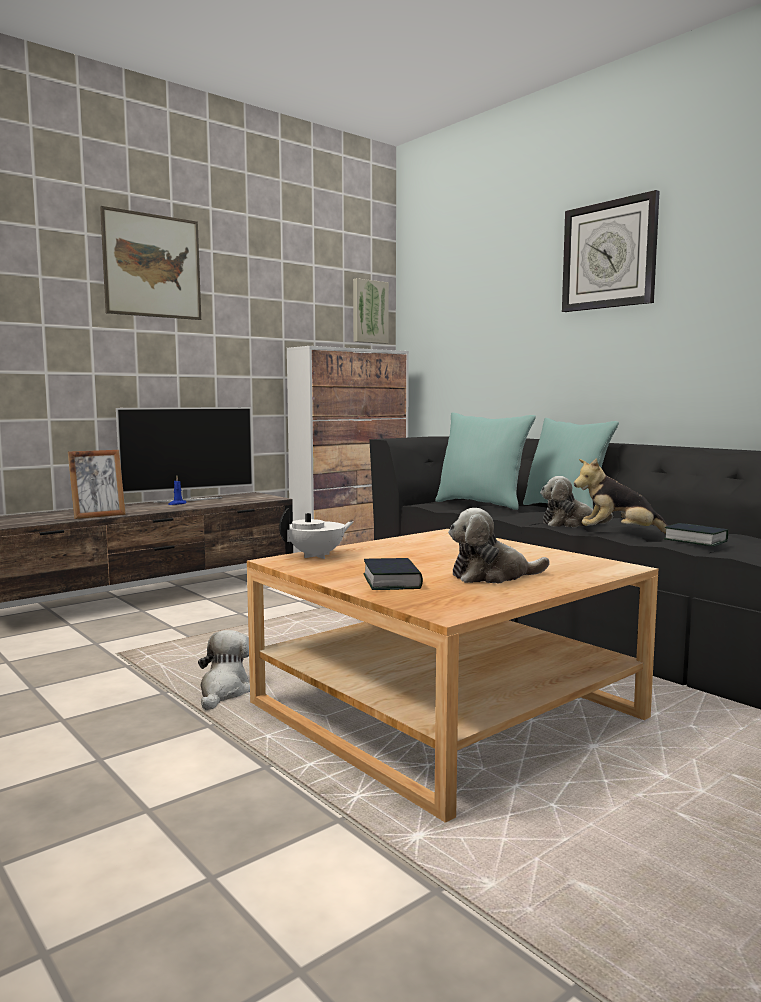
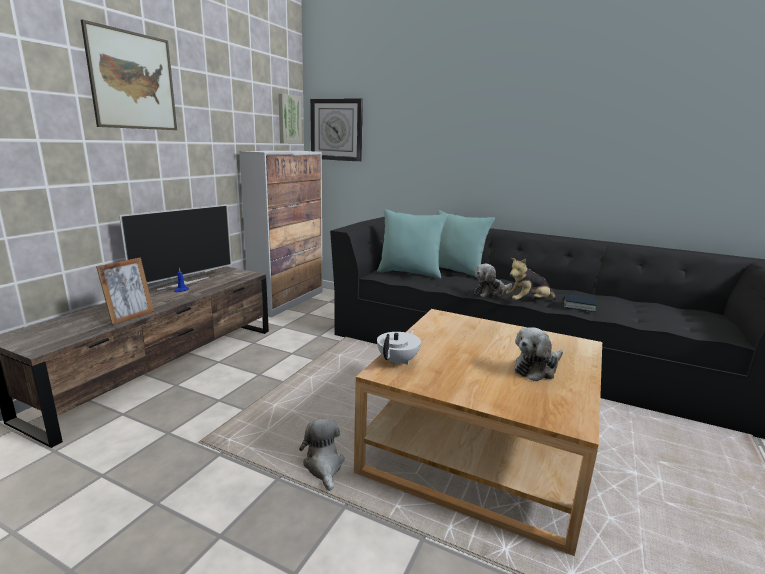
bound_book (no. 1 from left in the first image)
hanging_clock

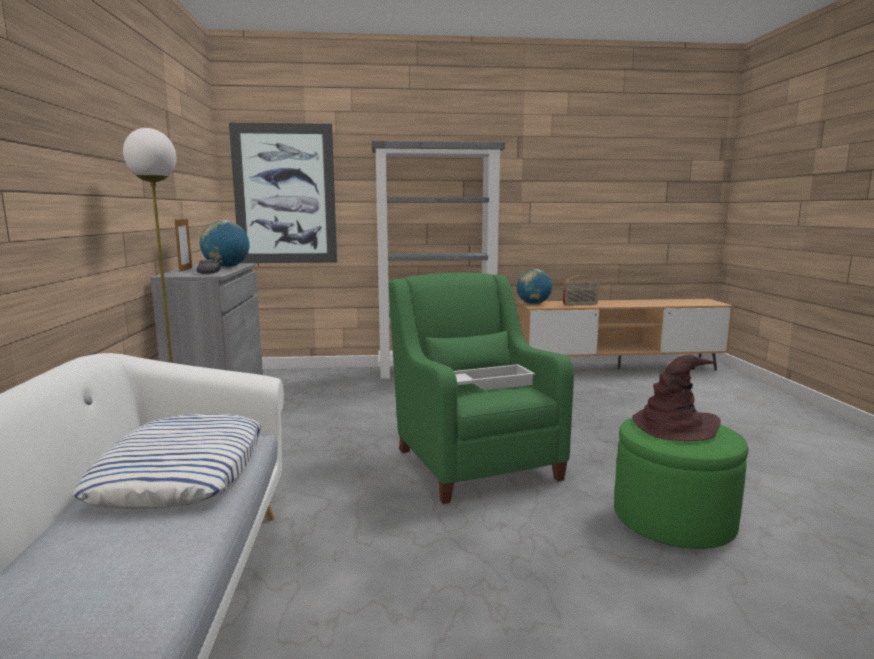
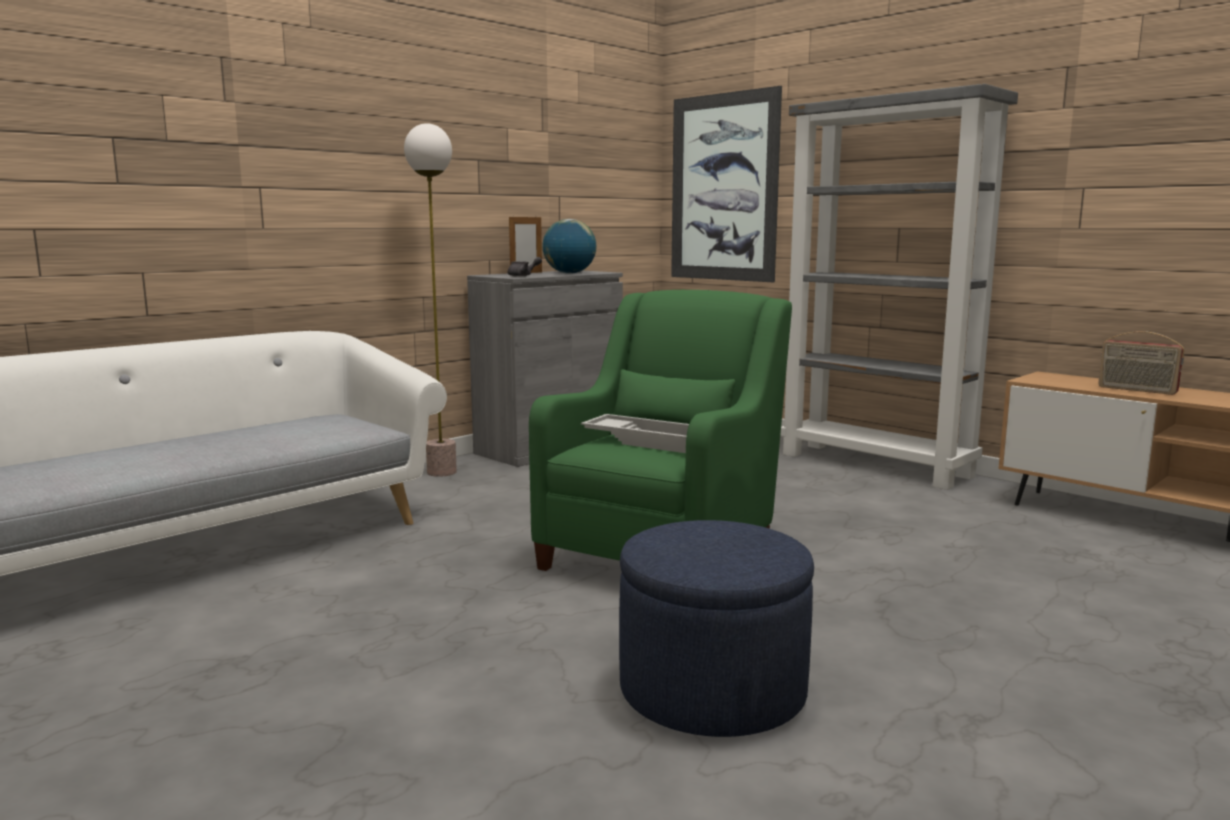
throw_pillow
world_globe (no. 2 from left in the first image)
brownish_hat
blue_footrest

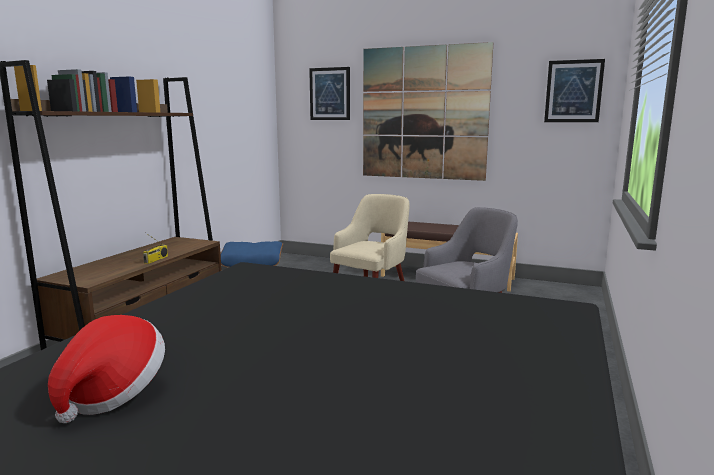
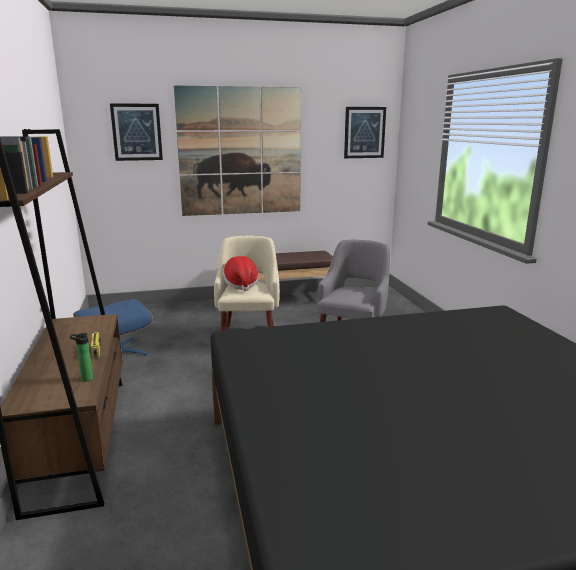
drink_bottle
hat

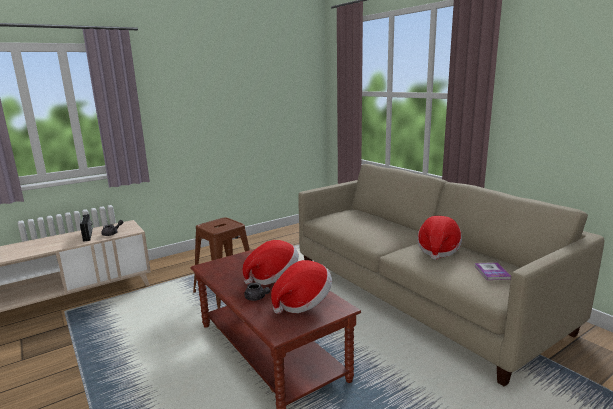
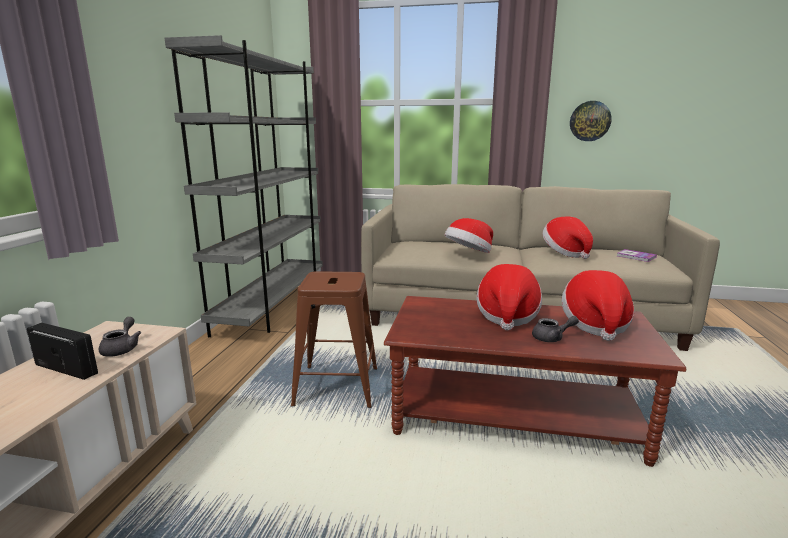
grey_bookcase
hat (no. 1 from left)
hanging_clock

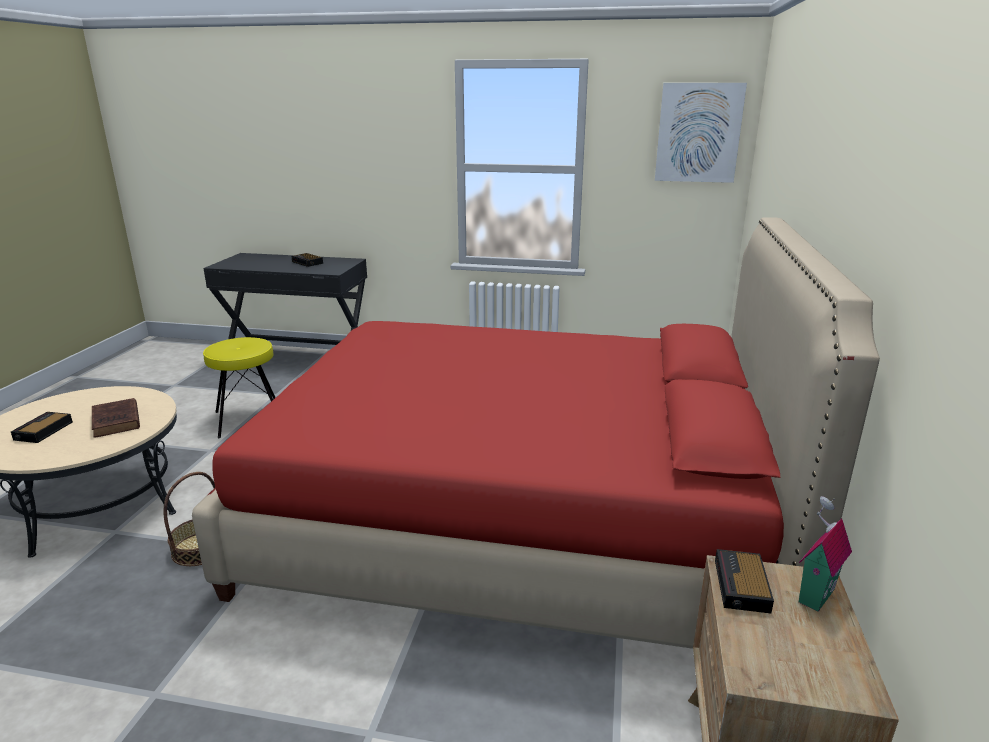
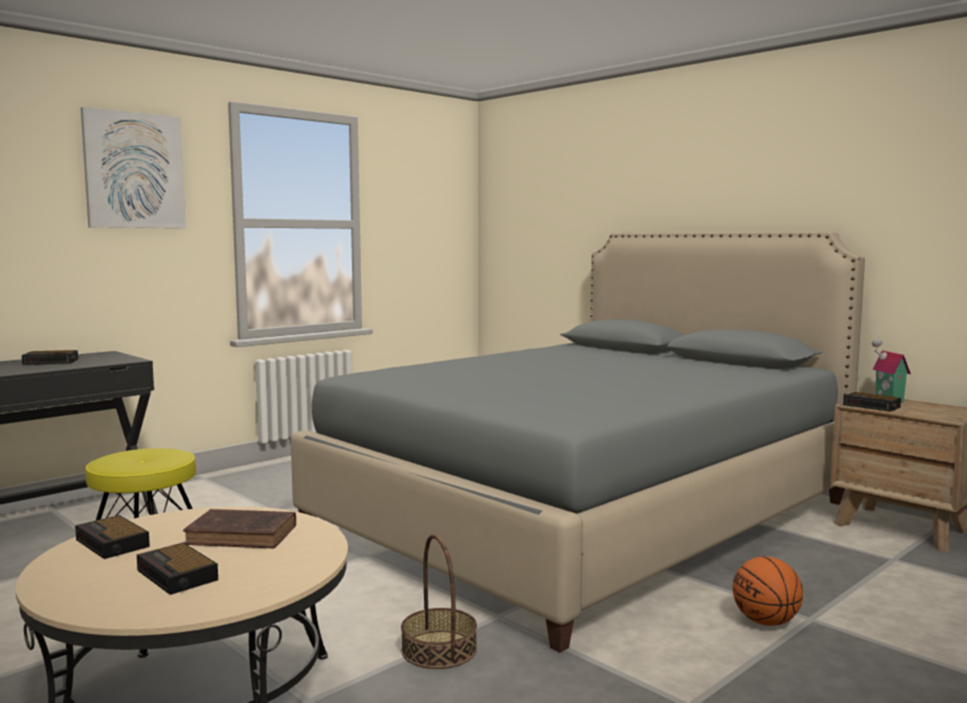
alarm_clock (no. 2 from left)
ball_for_basketball
picture
grey_bedroom_bed

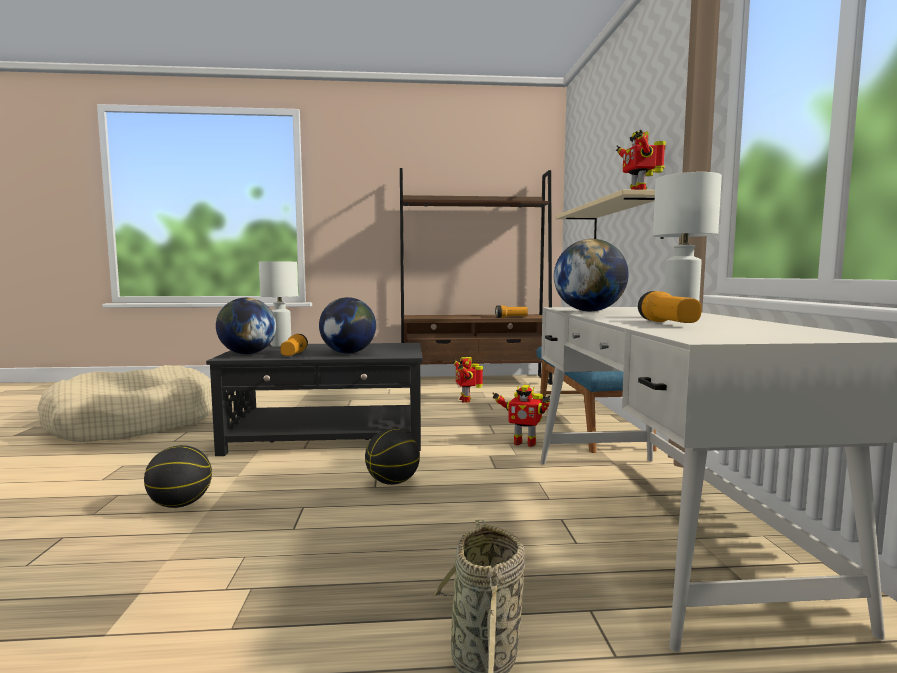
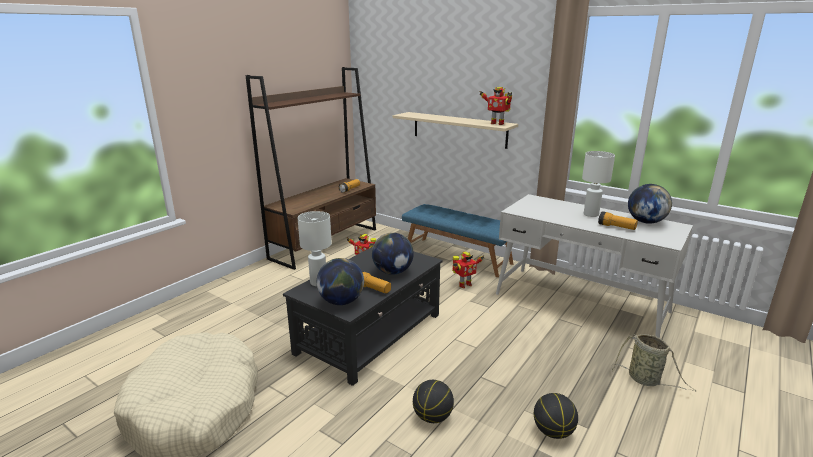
ball_for_basketball (no. 2 from left)
world_globe (no. 3 from left)

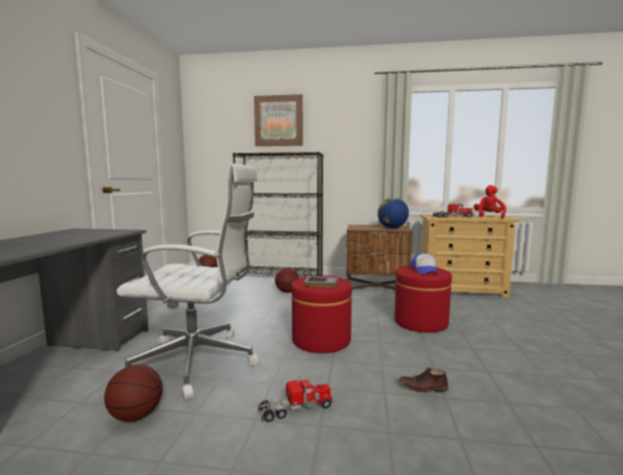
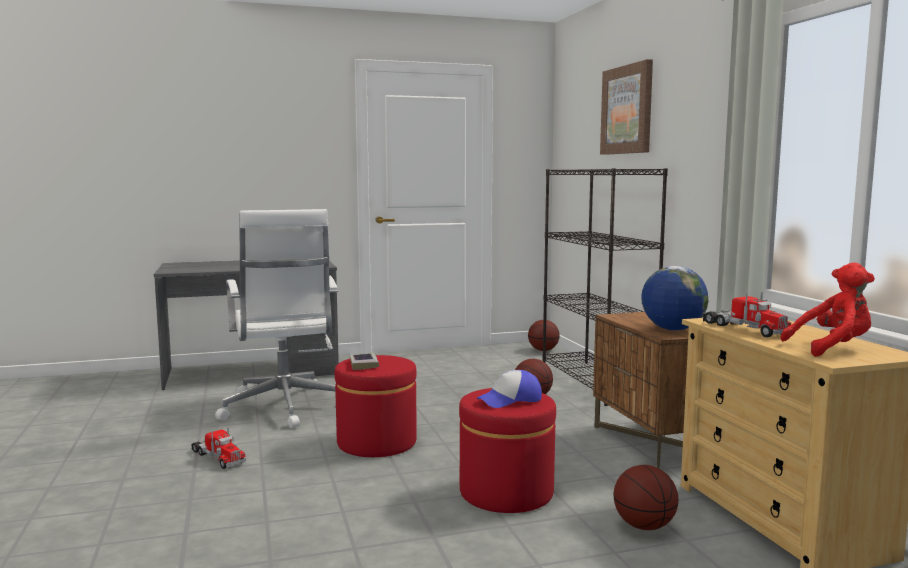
brownish_shoe
ball_for_basketball (no. 3 from left)

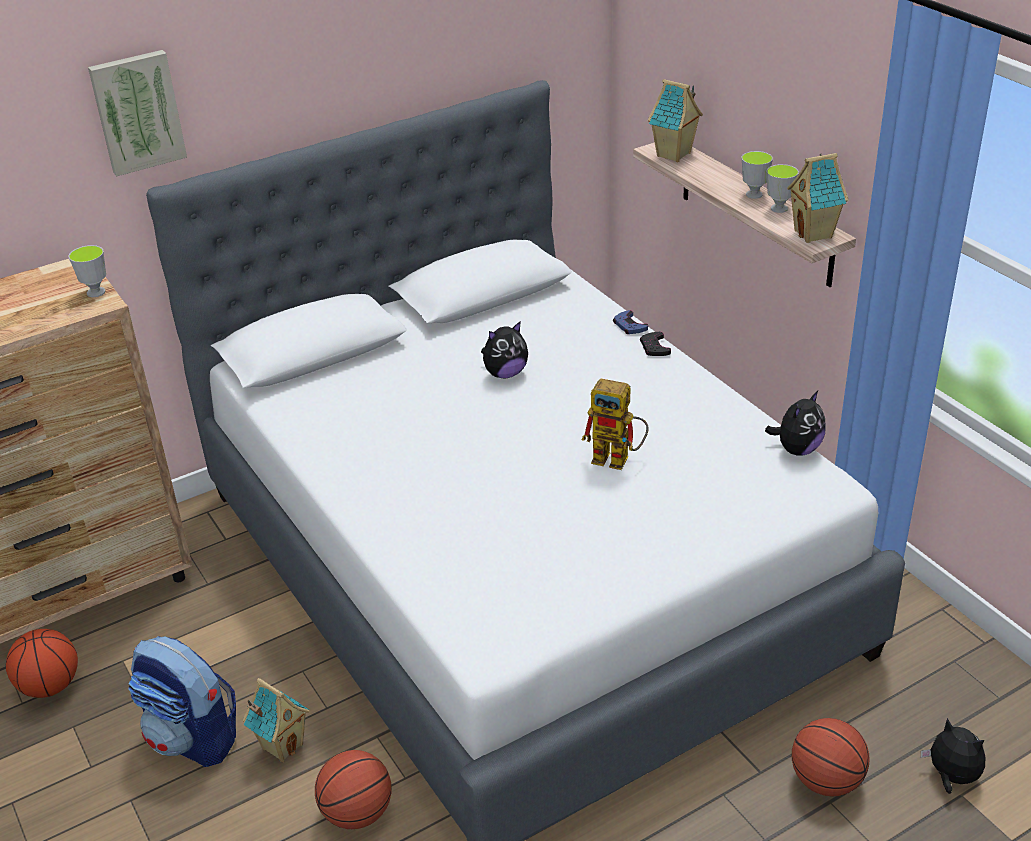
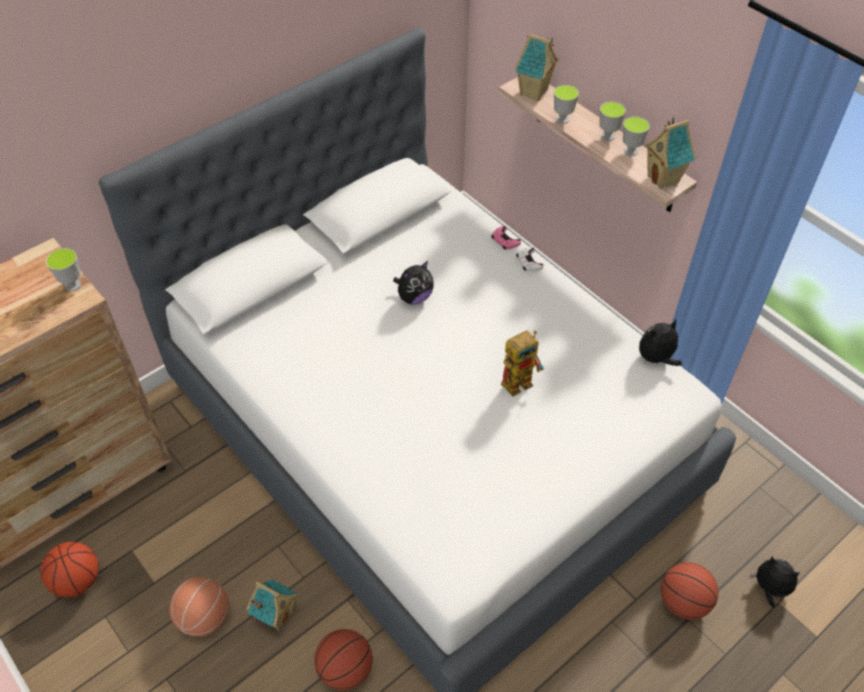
picture
small_cup (no. 2 from left)
ball_for_basketball (no. 2 from left)
pink_gamepad
whitish_gamepad
model_robot
plush_toy (no. 2 from left)

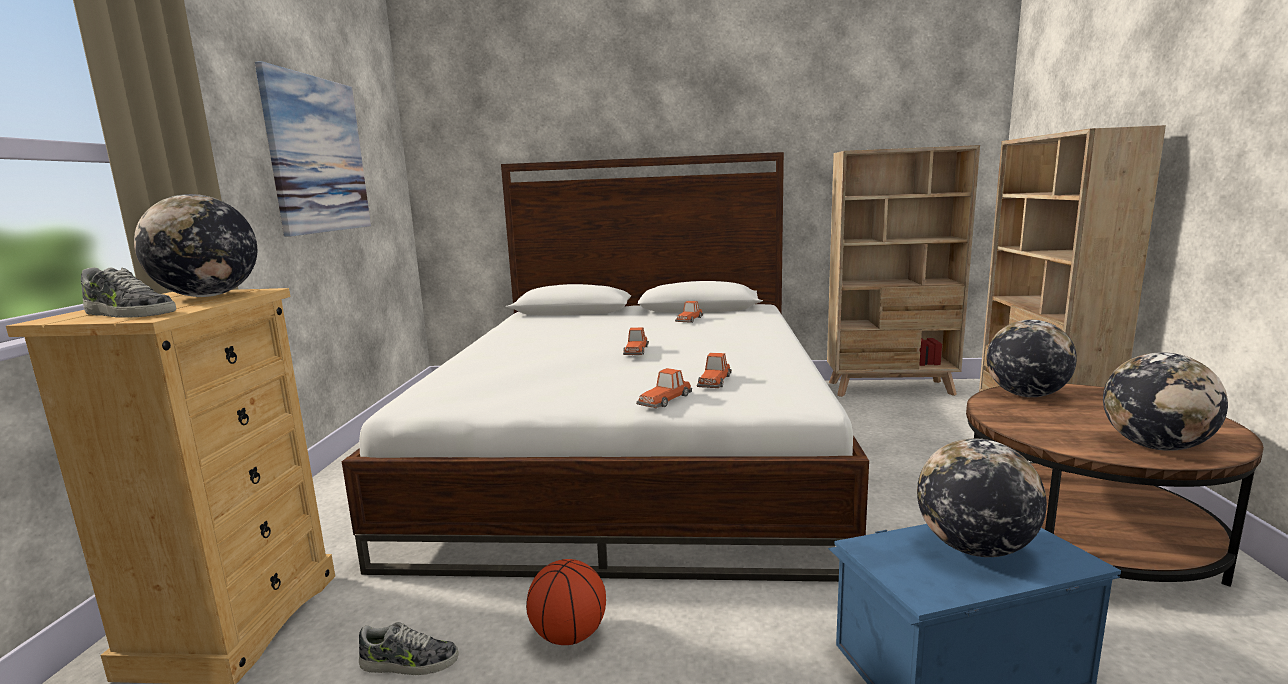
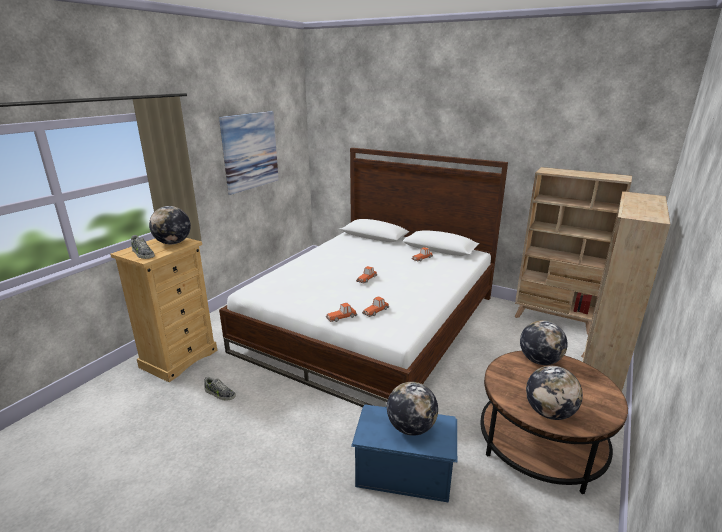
ball_for_basketball

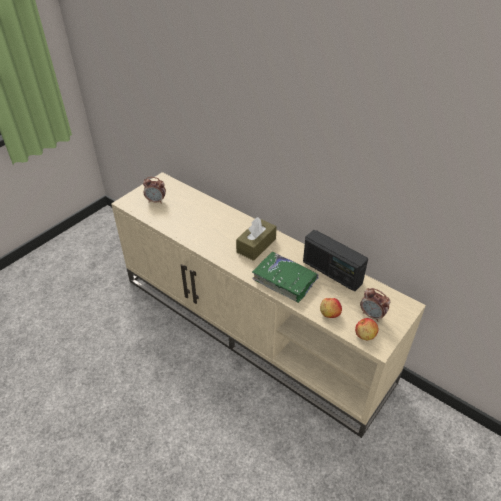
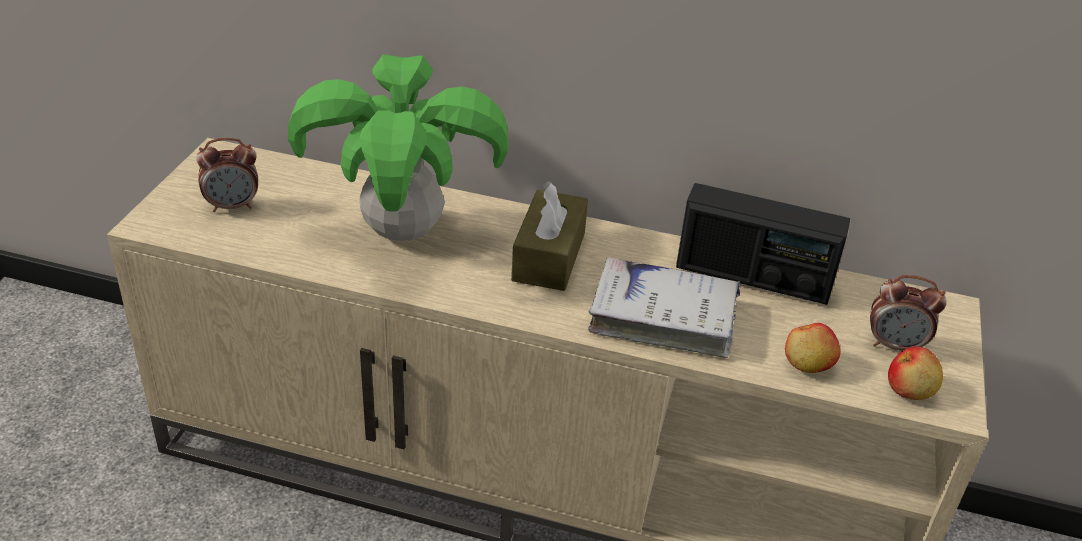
houseplant
whitish_bound_book

